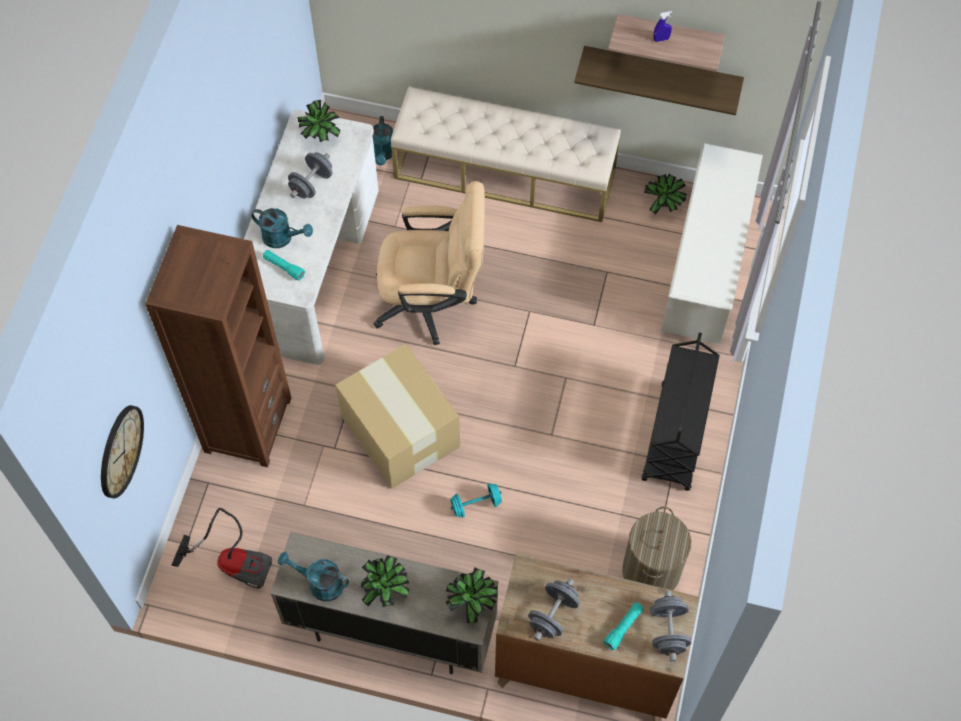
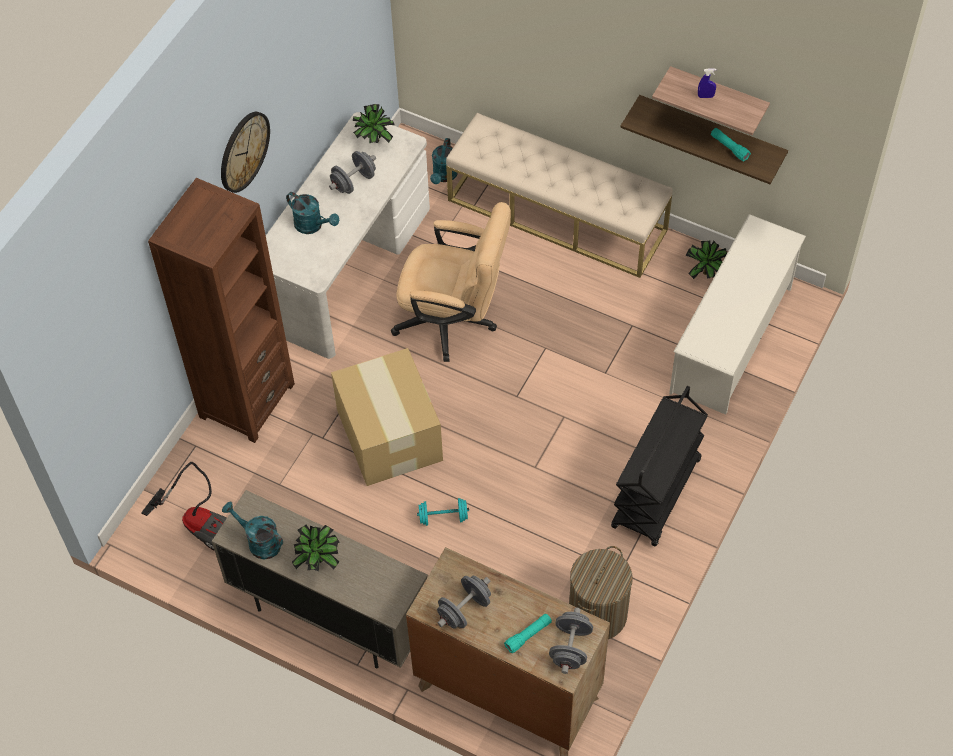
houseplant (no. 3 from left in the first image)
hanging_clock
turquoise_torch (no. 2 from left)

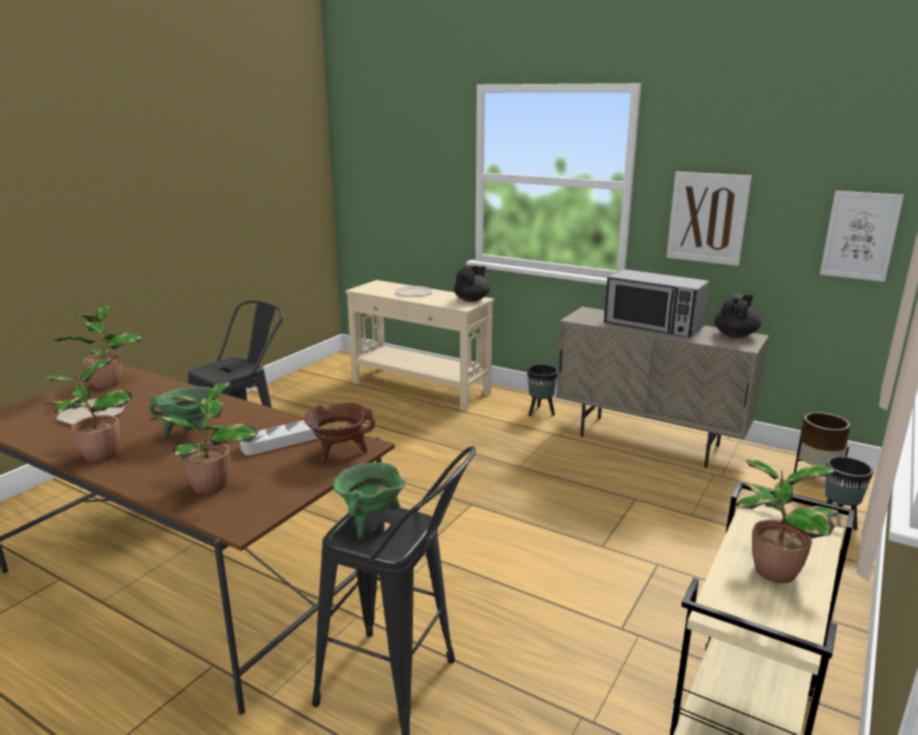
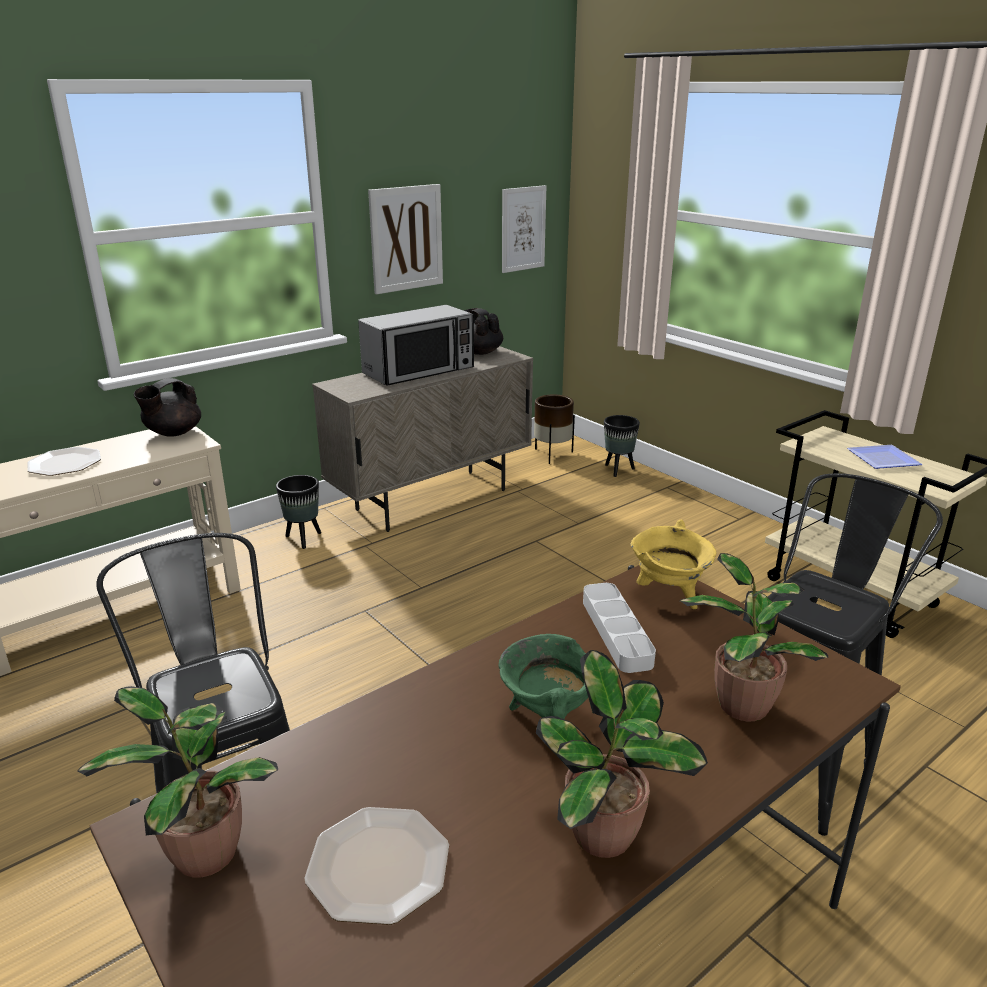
greenish_saucepot (no. 2 from left in the first image)
dinner_plate (no. 3 from left)
yellow_saucepot
blackish_tea_pot (no. 1 from left)

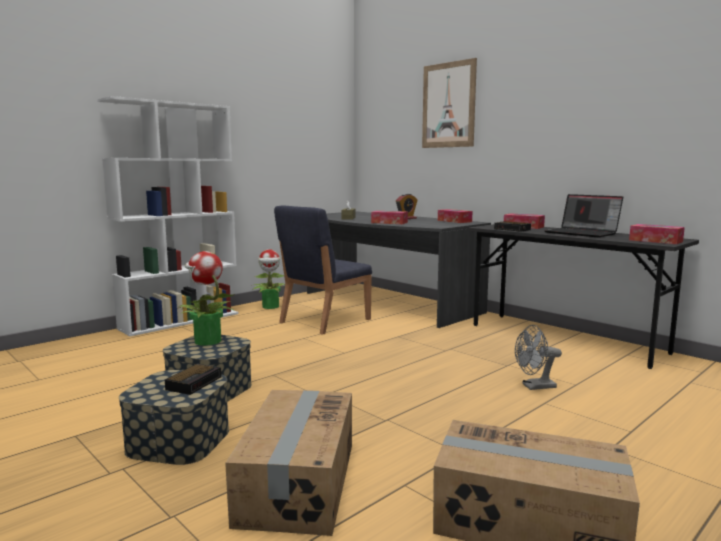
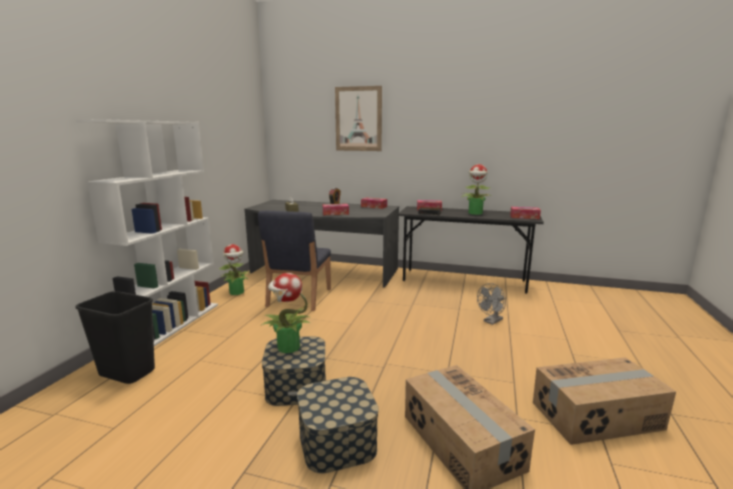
alarm_clock (no. 1 from left in the first image)
blackish_trash_can
houseplant (no. 3 from left)

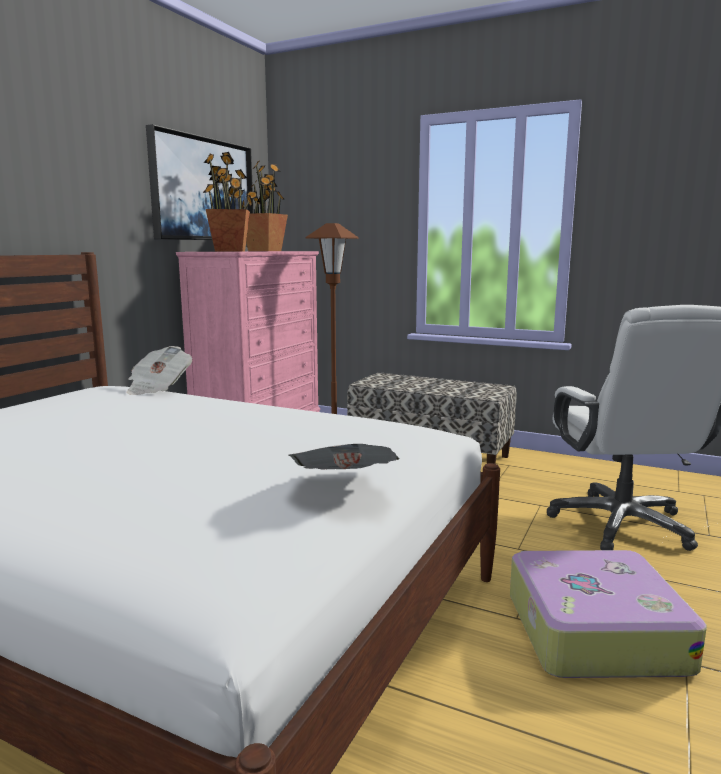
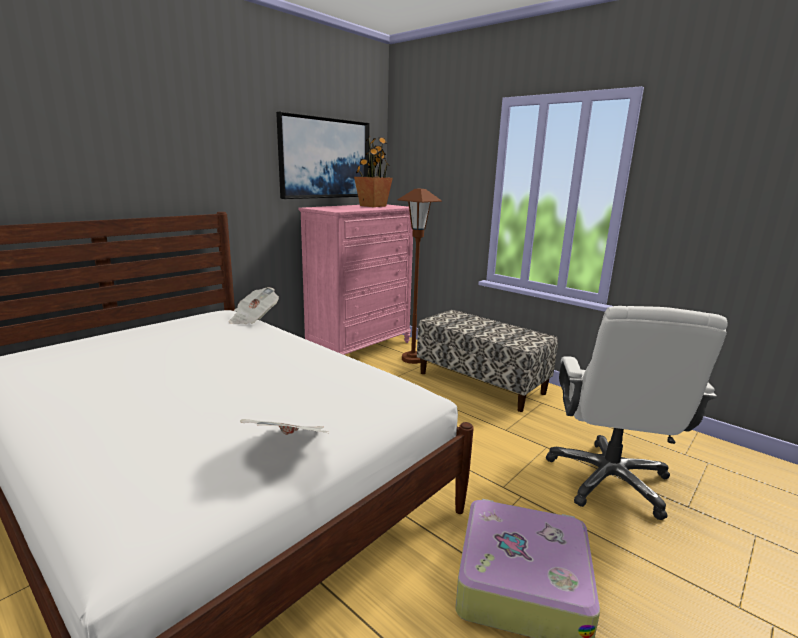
houseplant (no. 1 from left in the first image)

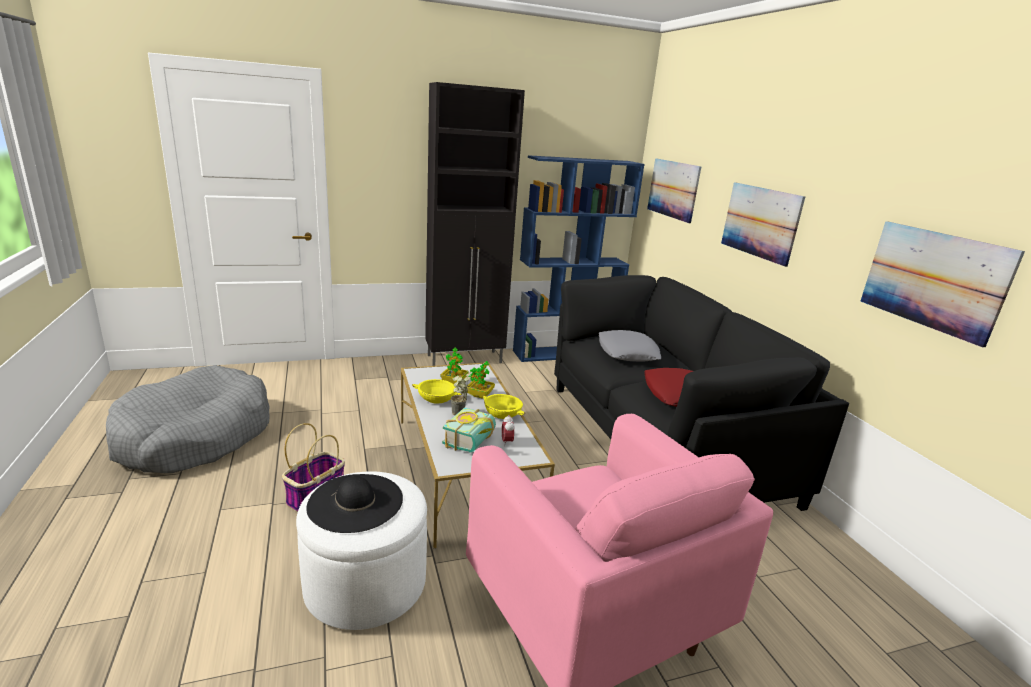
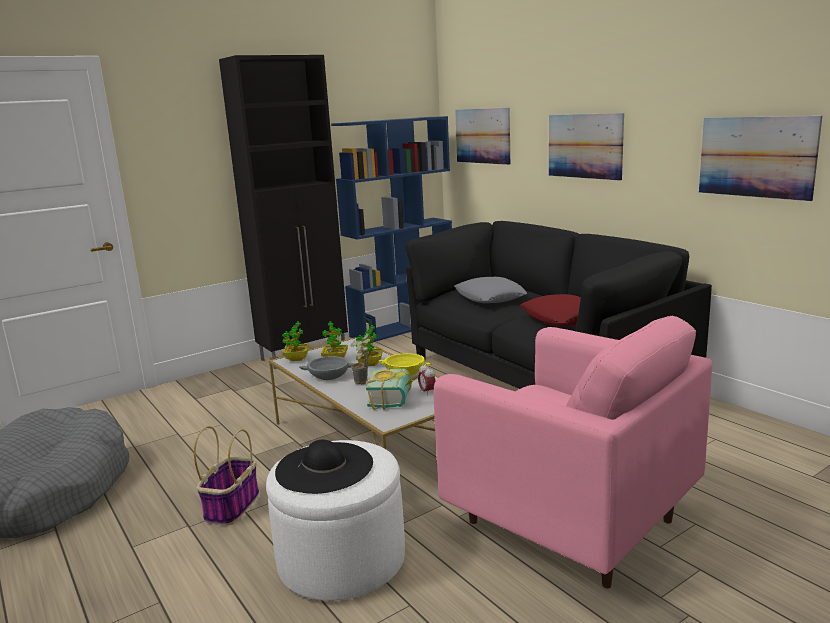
houseplant (no. 1 from left)
grey_deep_dish

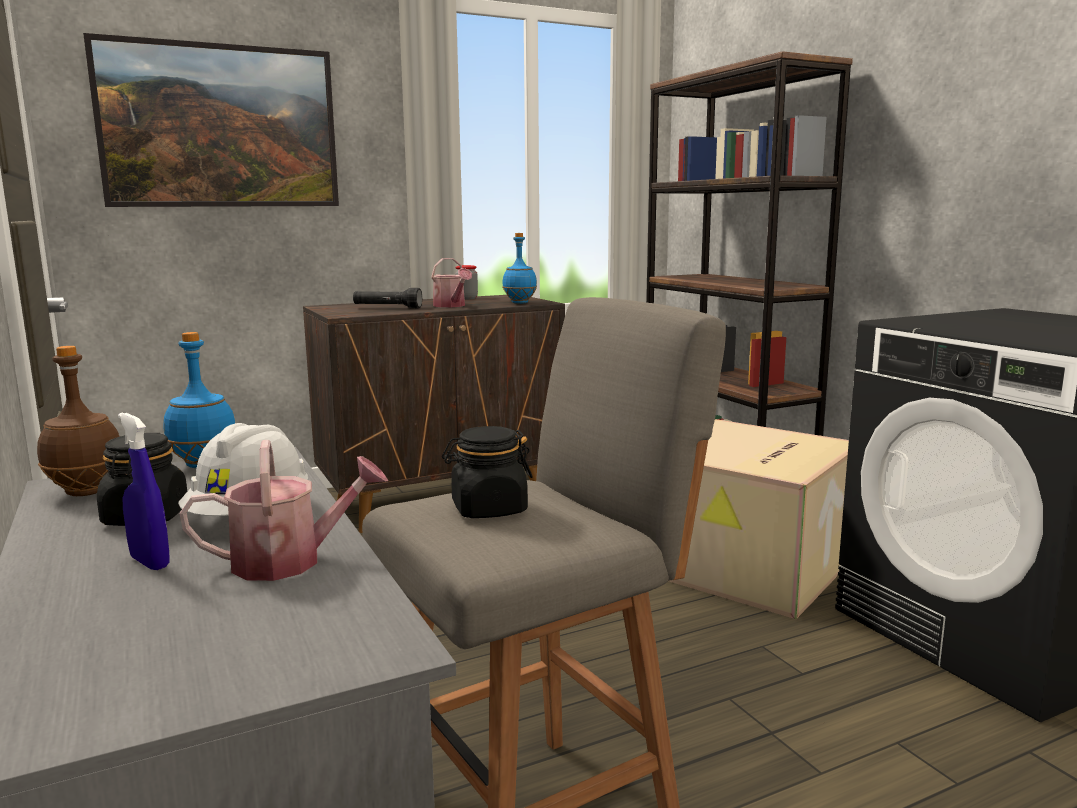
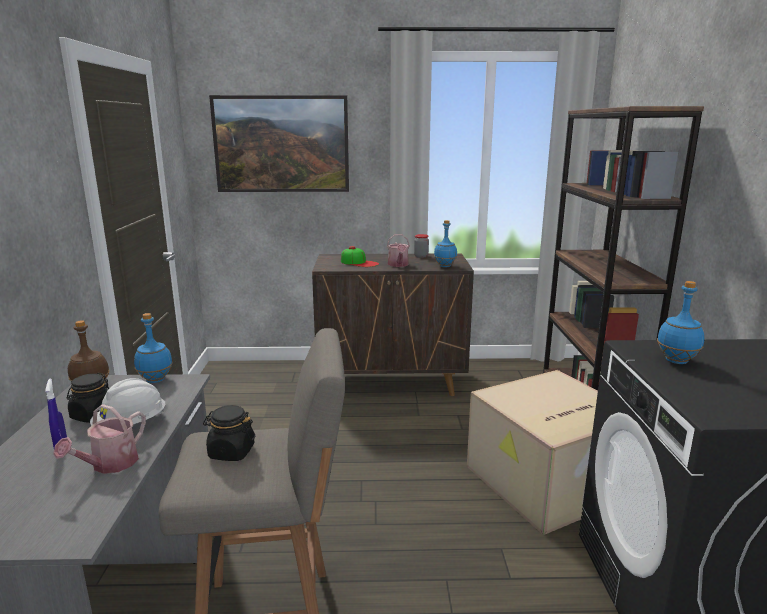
blue_drink_bottle (no. 3 from left)
peaked_cap
sprinkling_can (no. 1 from left)

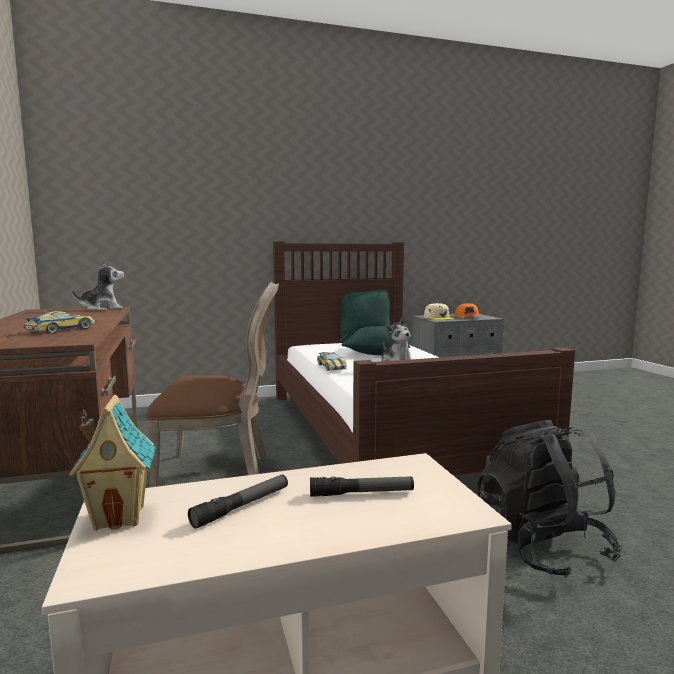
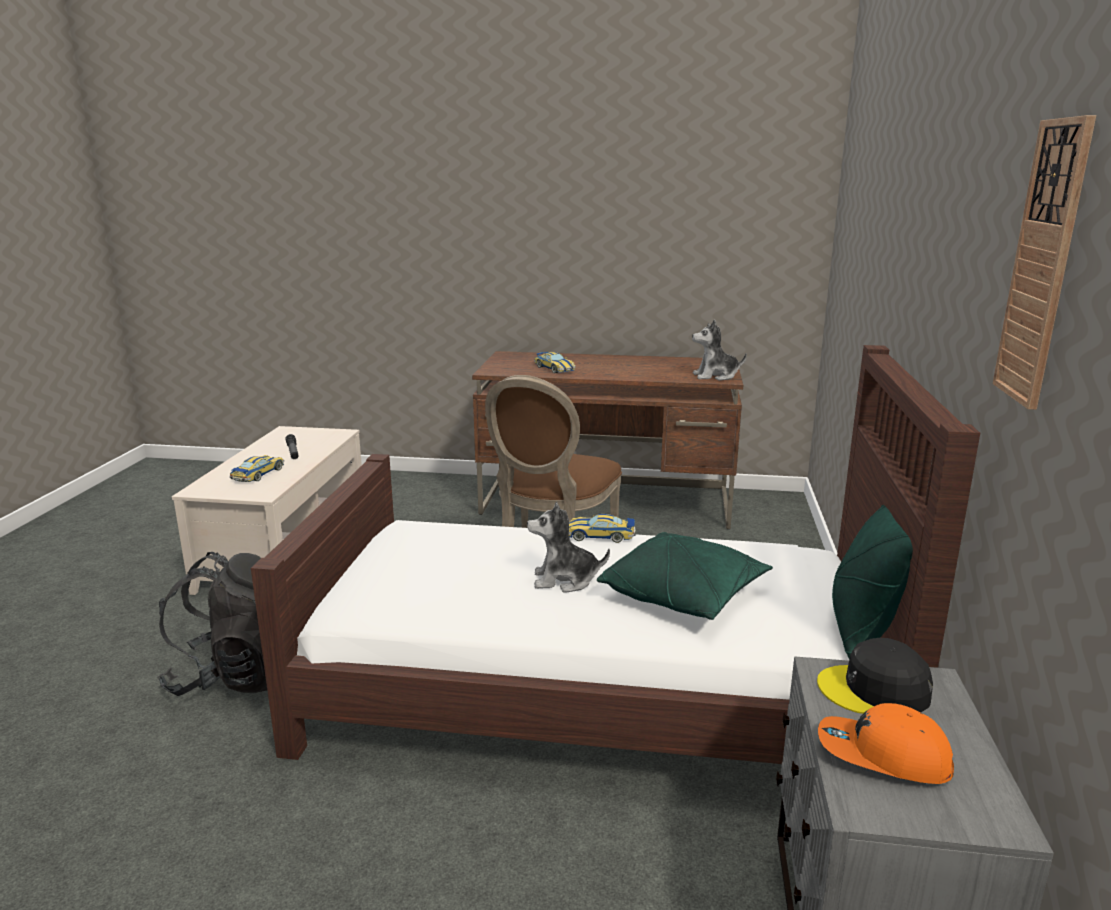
toy_house
hanging_clock
toy_car (no. 1 from left)
blackish_peaked_cap
plush_toy (no. 2 from left)

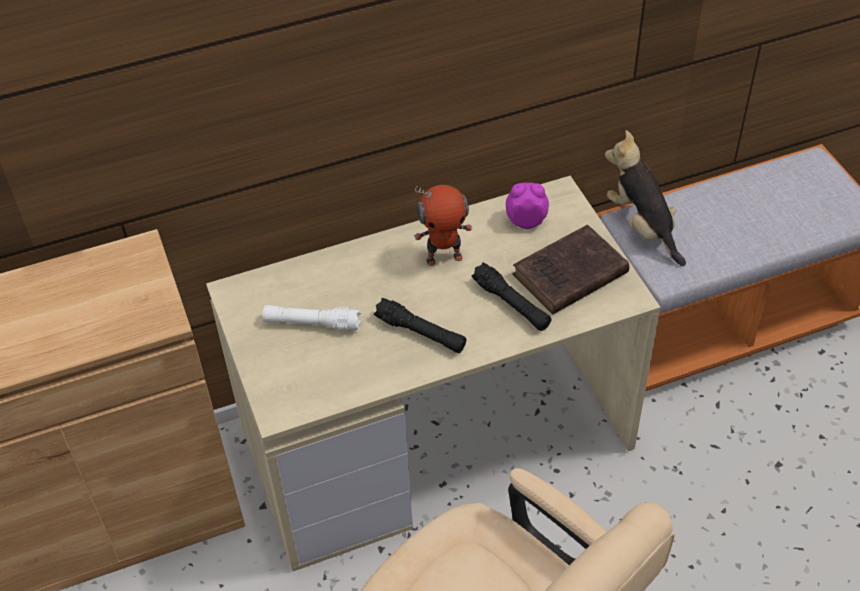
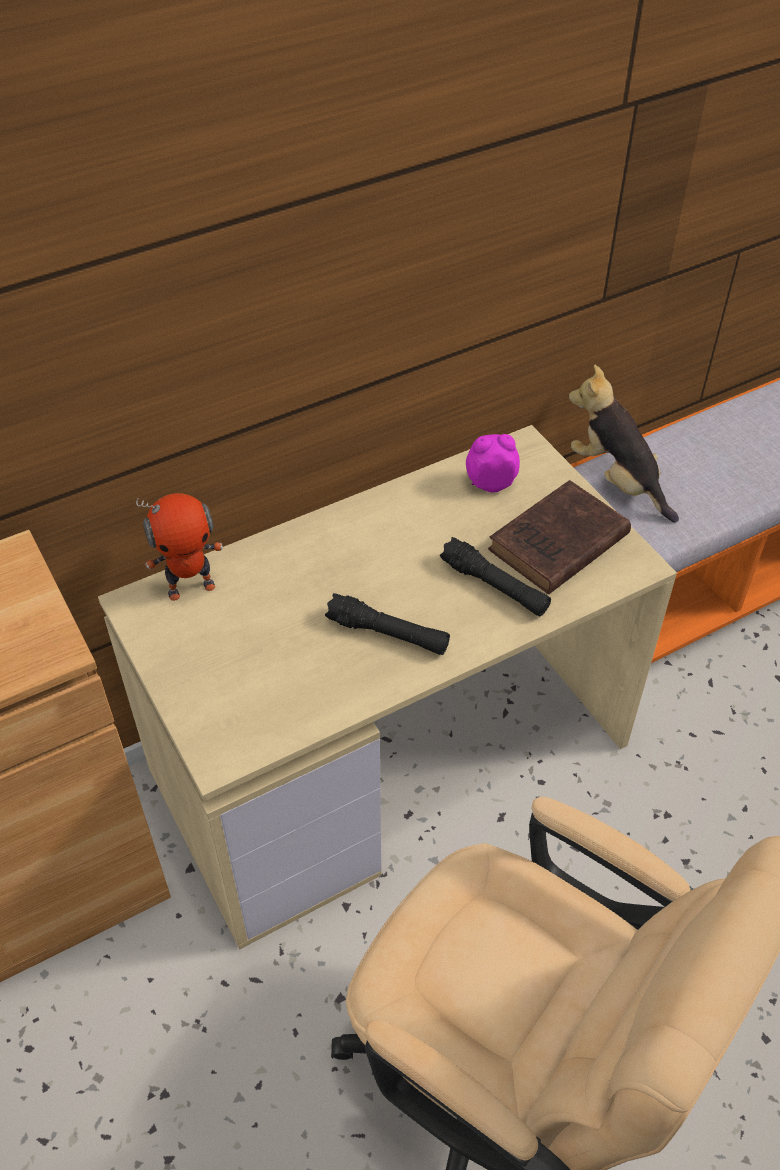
whitish_torch
model_robot

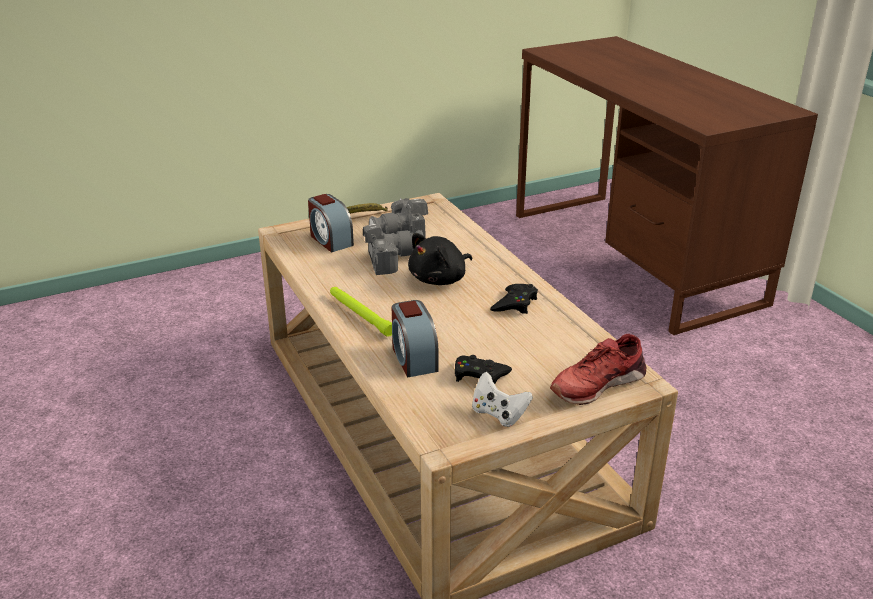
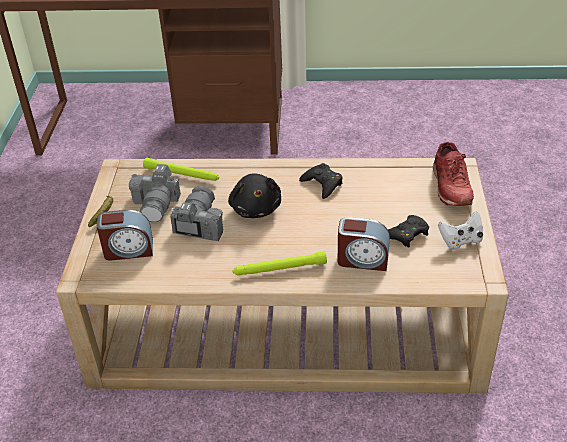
greenish_torch (no. 1 from left)

